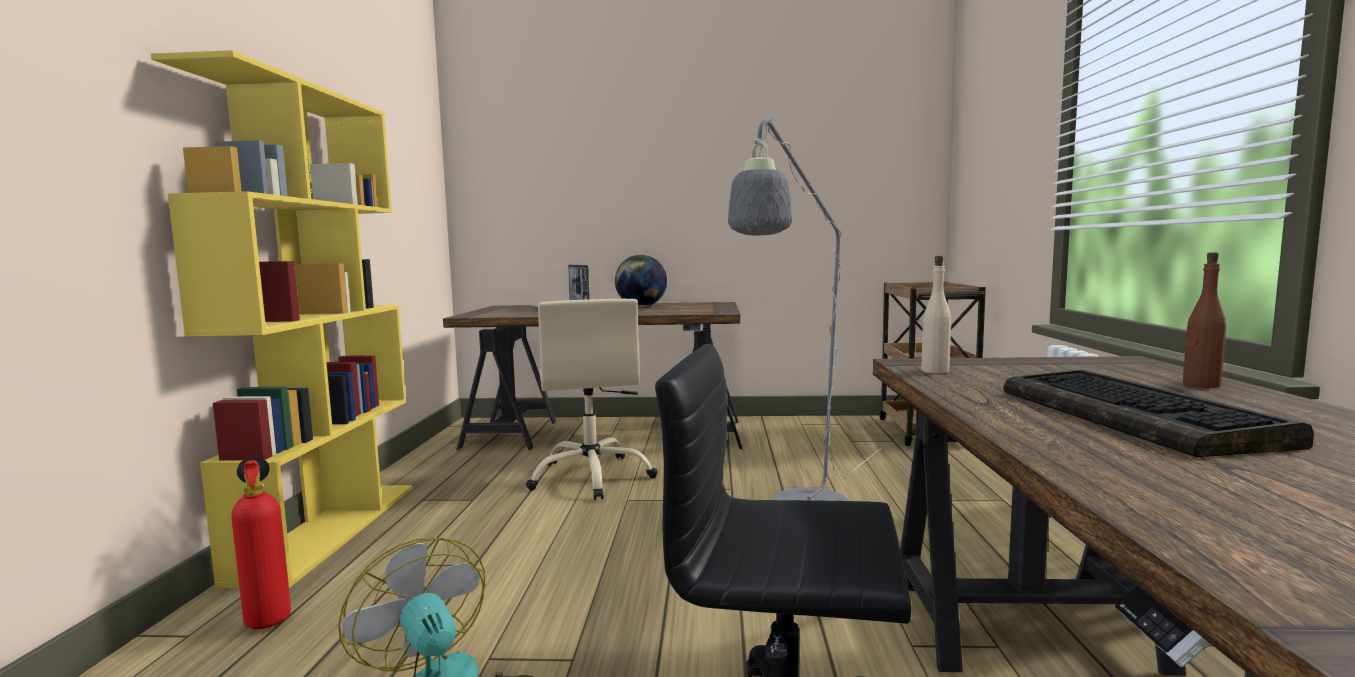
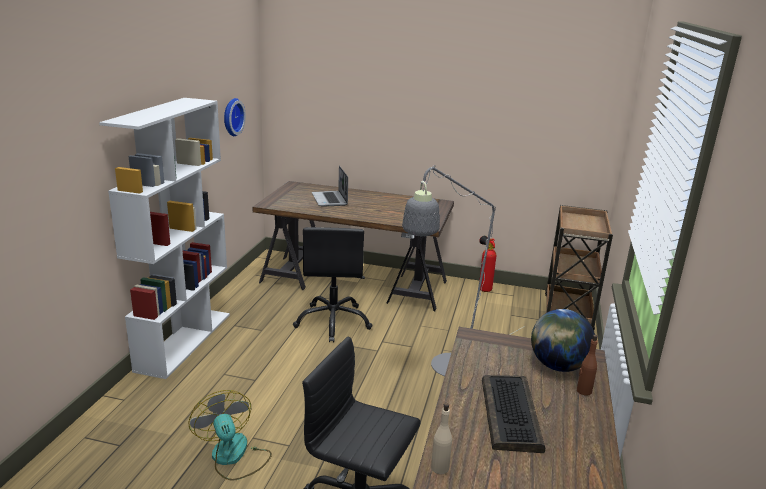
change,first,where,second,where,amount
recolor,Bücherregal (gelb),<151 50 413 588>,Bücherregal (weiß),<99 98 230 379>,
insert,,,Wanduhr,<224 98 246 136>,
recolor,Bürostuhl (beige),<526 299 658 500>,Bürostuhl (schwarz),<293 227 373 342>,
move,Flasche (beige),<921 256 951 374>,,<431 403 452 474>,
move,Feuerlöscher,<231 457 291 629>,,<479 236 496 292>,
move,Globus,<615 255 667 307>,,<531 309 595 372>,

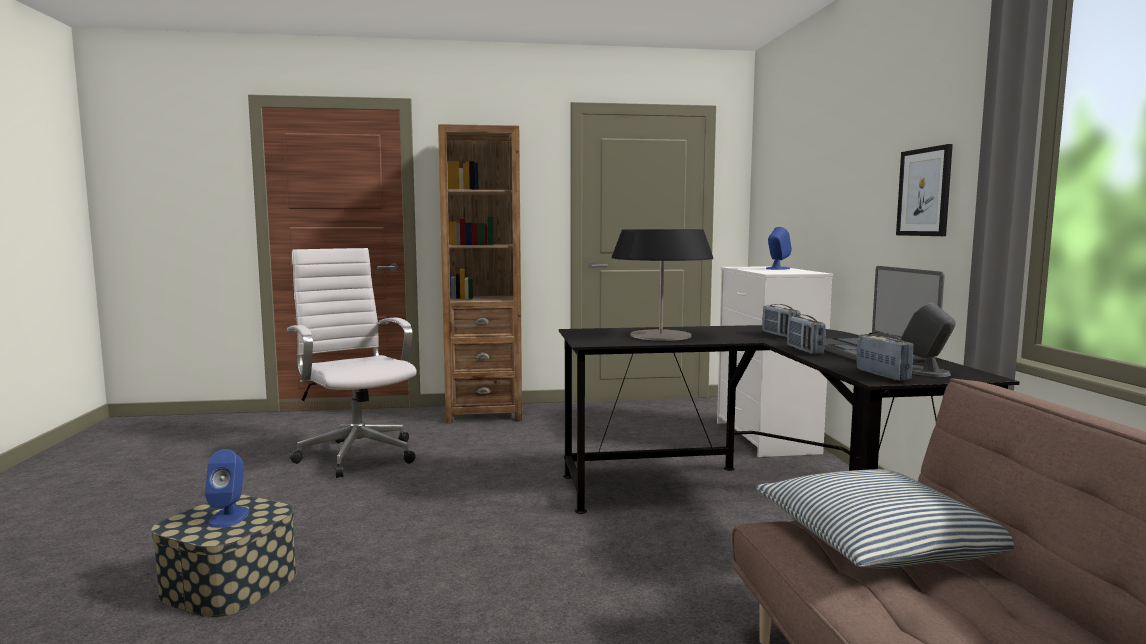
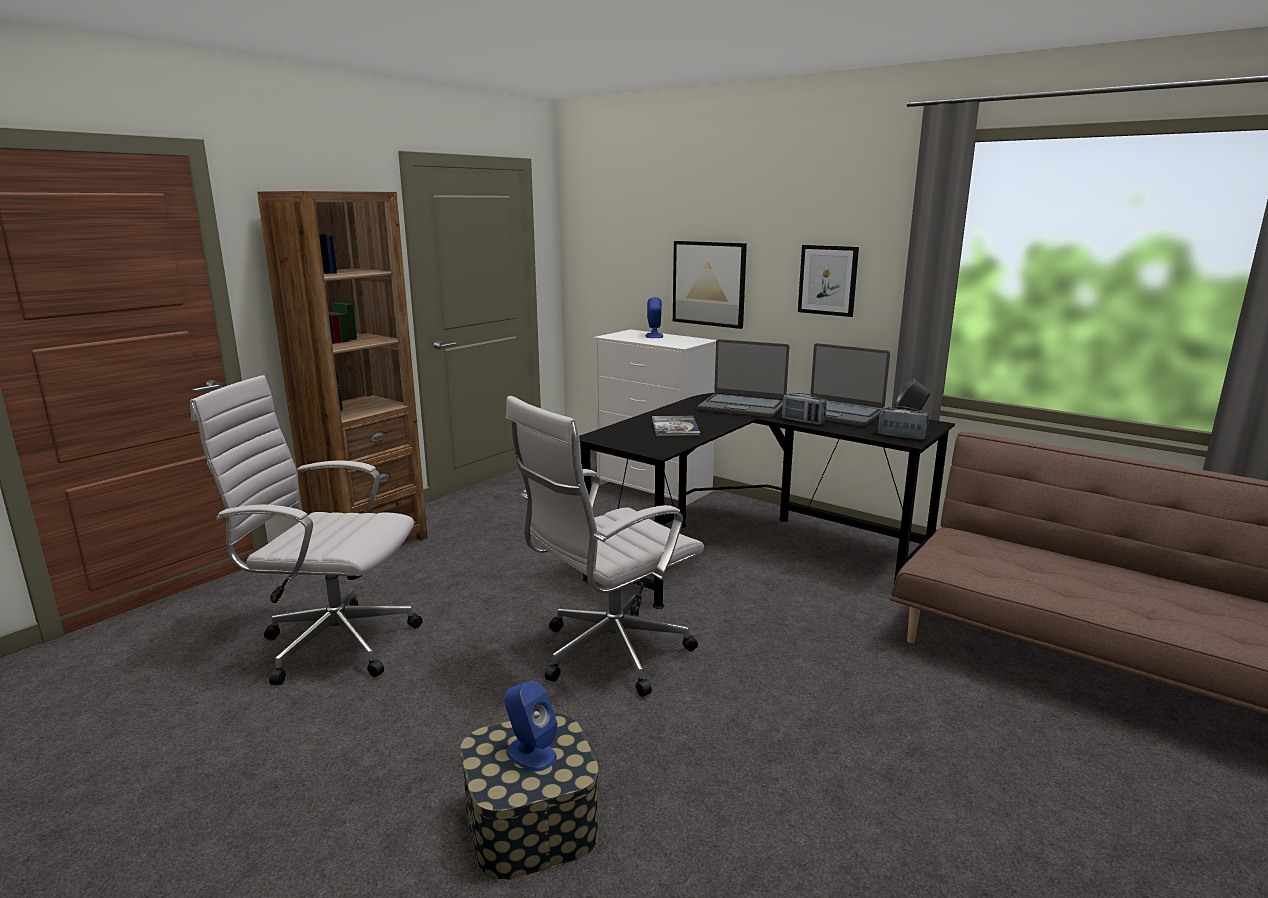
change,first,where,second,where,amount
insert,,,Bürostuhl (weiß),<506 396 704 697>,
replace,Tischlampe,<612 229 713 341>,Buch,<652 416 700 436>,
insert,,,Bild,<673 241 747 329>,
replace,Radio,<762 304 801 337>,Laptop,<698 339 789 418>,
delete,Kissen,<756 469 1014 569>,,,

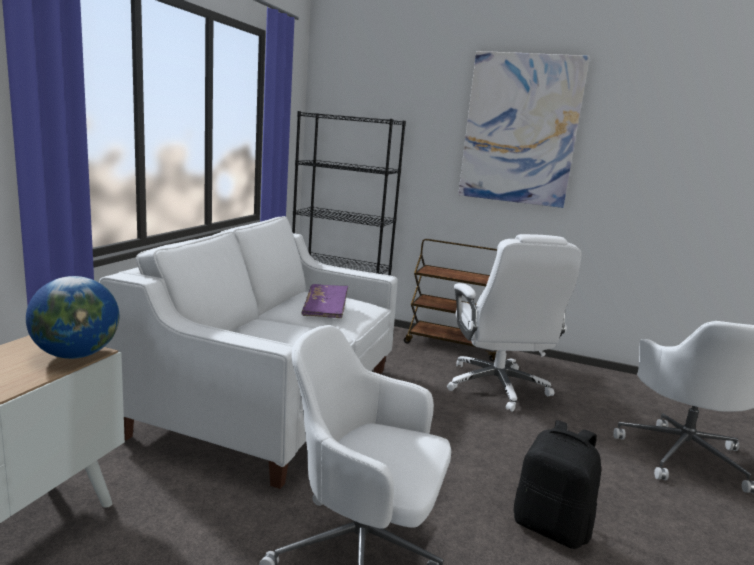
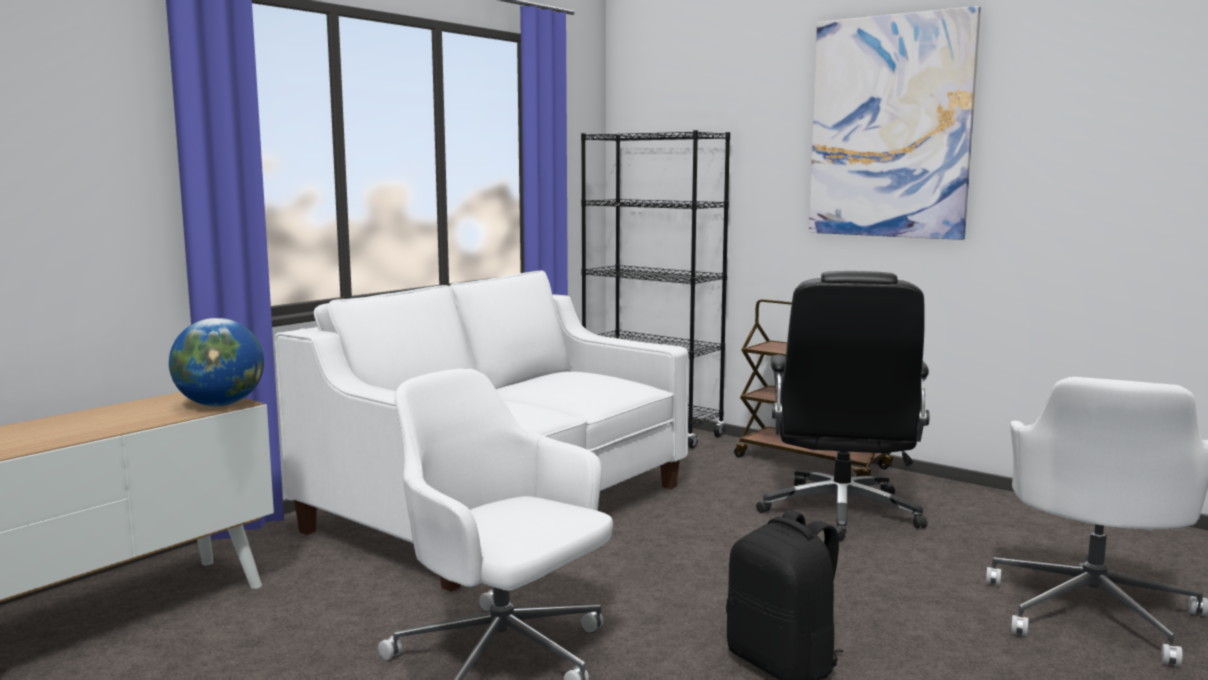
change,first,where,second,where,amount
recolor,Bürostuhl (weiß),<447 234 582 412>,Bürostuhl (schwarz),<756 271 929 542>,
delete,Buch (lila),<302 284 348 318>,,,

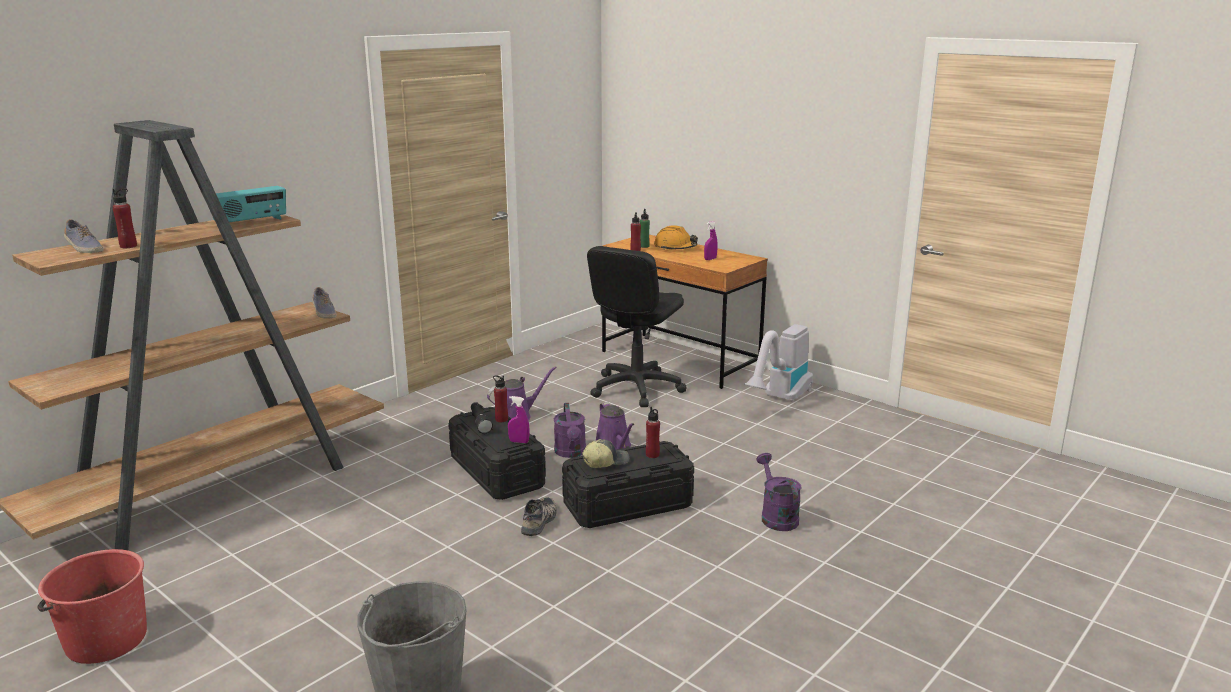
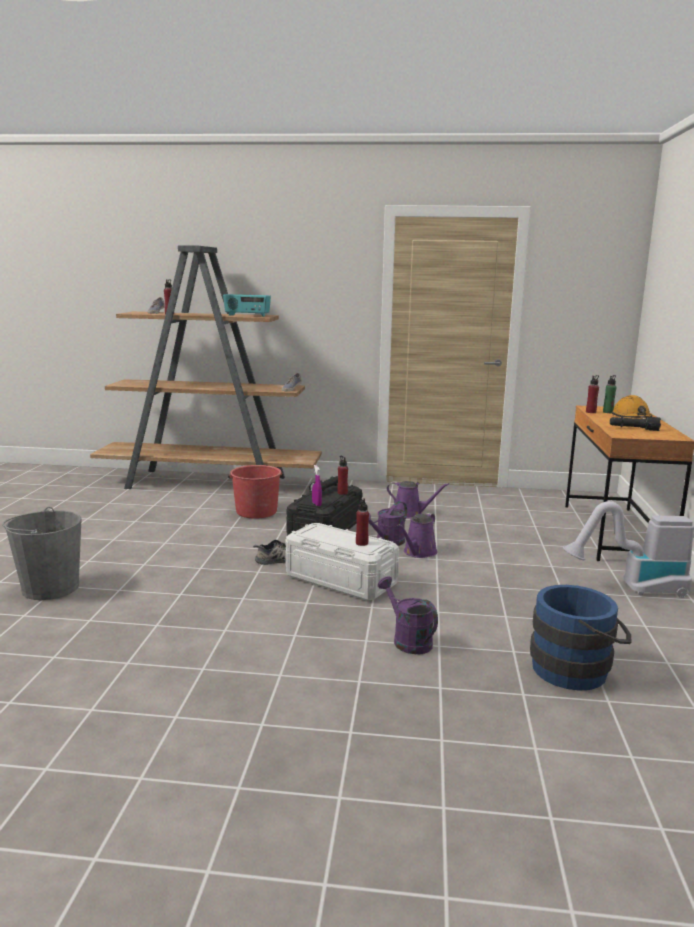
change,first,where,second,where,amount
move,Eimer (rot),<37 549 147 664>,,<228 465 283 519>,
recolor,Aufbewahrungsbox (schwarz),<562 441 694 528>,Aufbewahrungsbox (weiß),<285 523 399 600>,
rotate,Gießkanne (lila),<756 453 802 531>,,<378 576 438 654>,75 degrees counterclockwise
insert,,,Eimer (blau),<530 585 631 691>,
replace,Sprühflasche (lila),<704 221 718 260>,Taschenlampe (schwarz),<610 417 661 431>,
delete,Kappe,<582 439 629 468>,,,
delete,Bürostuhl (schwarz),<587 246 687 407>,,,

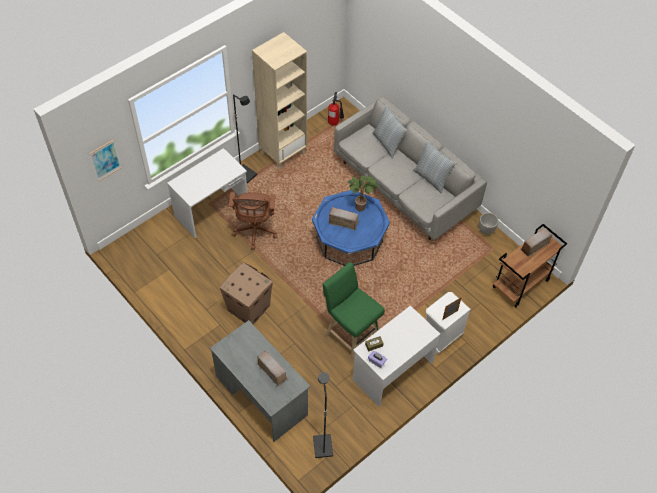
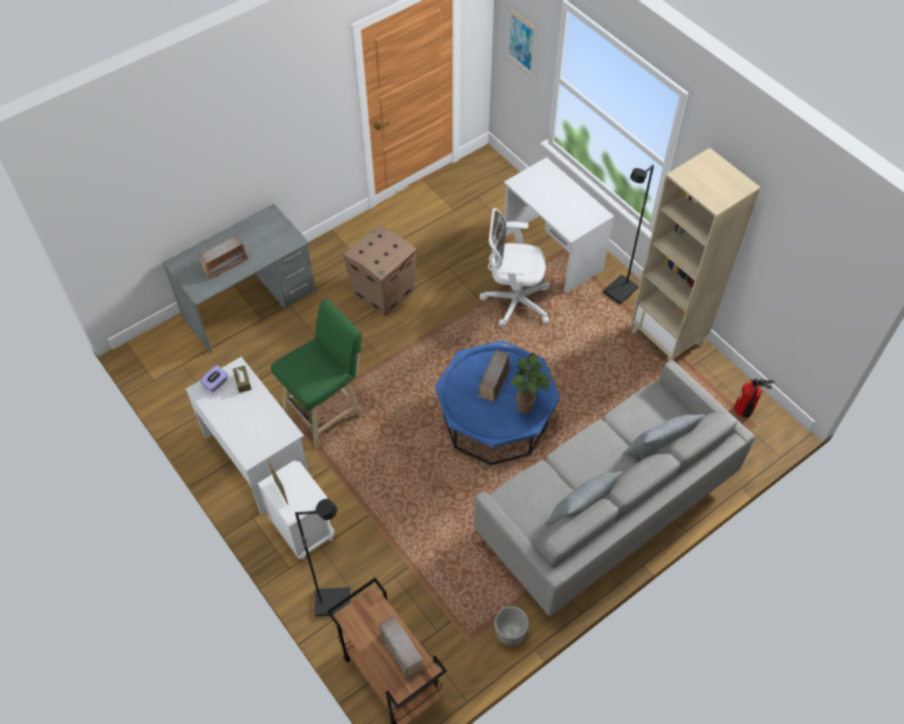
change,first,where,second,where,amount
move,Stehlampe (schwarz),<313 372 333 458>,,<295 499 350 617>,
recolor,Bürostuhl (braun),<229 192 278 250>,Bürostuhl (weiß),<480 208 550 327>,

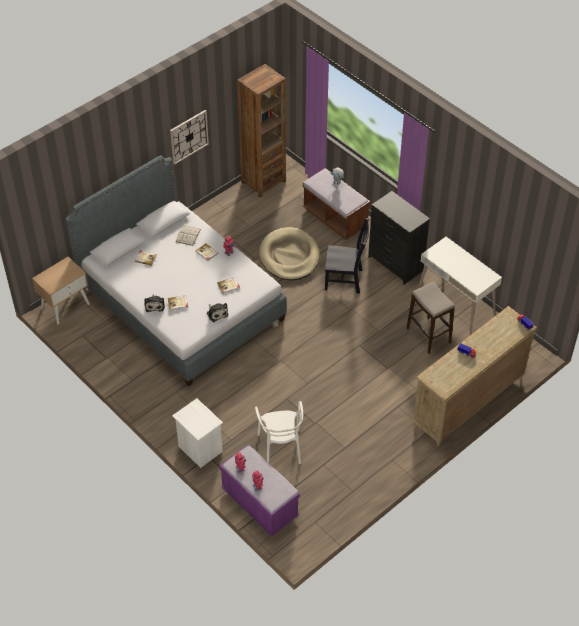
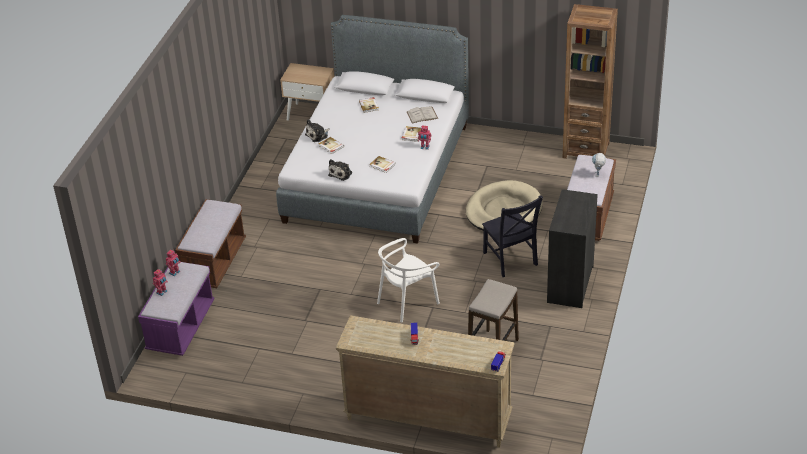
change,first,where,second,where,amount
replace,Nachttisch (weiß),<172 398 223 468>,Bank (braun),<175 199 246 288>,
move,Stuhl (weiß),<255 401 303 464>,,<377 238 440 323>,
delete,Wanduhr,<170 110 209 165>,,,
delete,Schreibtisch (weiß),<418 237 502 332>,,,

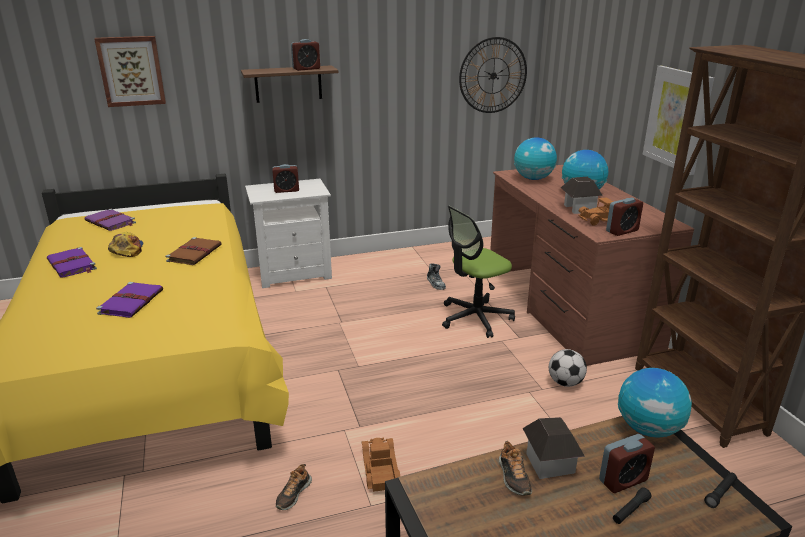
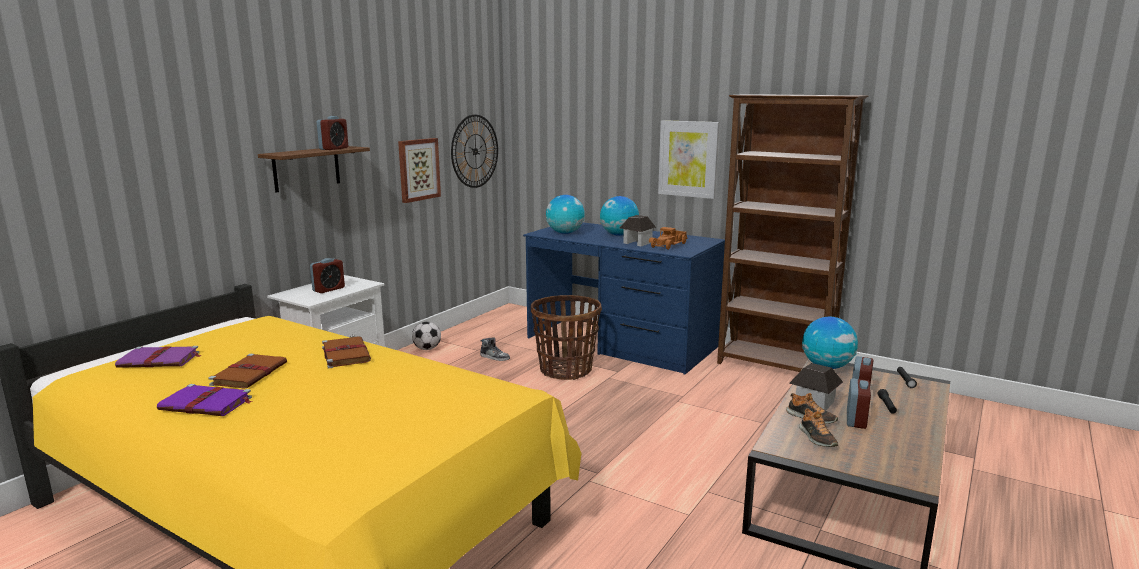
change,first,where,second,where,amount
replace,Kappe,<108 232 143 257>,Buch (braun),<208 354 287 389>,
move,Bild,<94 36 166 107>,,<398 138 441 203>,
move,Fußball,<549 349 587 387>,,<412 322 441 350>,
recolor,Schreibtisch (braun),<490 165 694 366>,Schreibtisch (blau),<523 222 725 375>,
replace,Bürostuhl,<442 206 515 338>,Korb,<531 295 602 380>,
move,Schuh,<276 464 312 510>,,<799 408 838 447>,
move,Wecker,<606 198 643 236>,,<847 378 871 429>,
delete,Buch (lila),<96 282 163 318>,,,
delete,Spielzeuglaster,<362 438 401 492>,,,

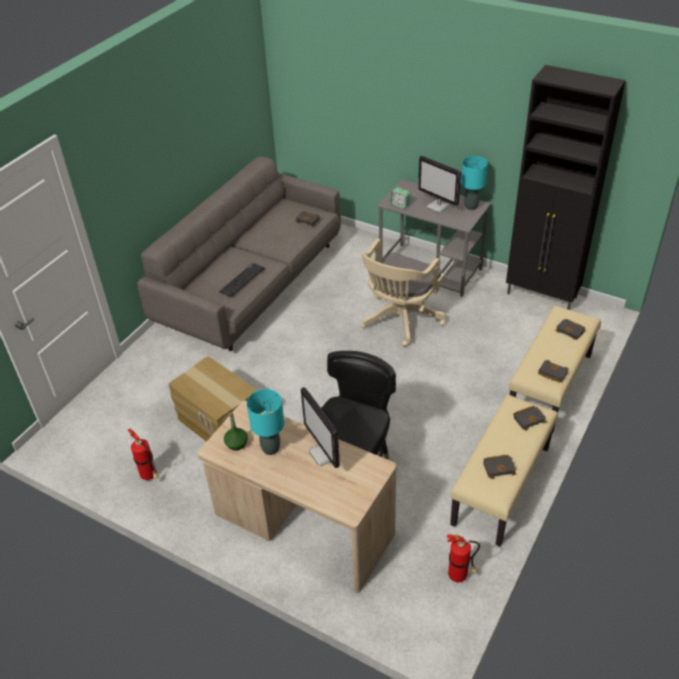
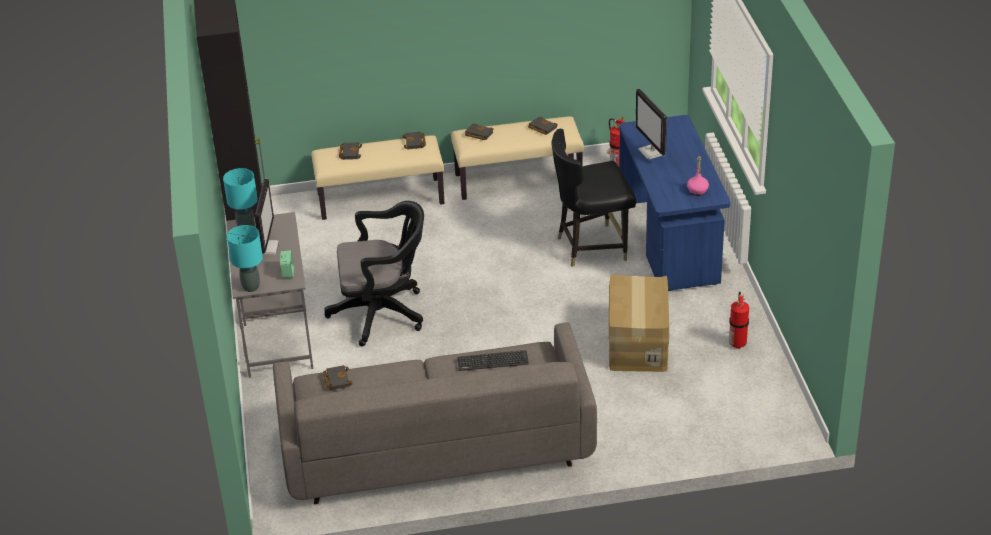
change,first,where,second,where,amount
move,Tischlampe (türkis),<247 389 284 455>,,<227 225 263 292>,
recolor,Bürostuhl (beige),<361 239 446 346>,Bürostuhl (schwarz),<324 201 424 346>,
recolor,Schreibtisch (beige),<197 401 396 593>,Schreibtisch (blau),<619 115 730 291>,
rotate,Monitor,<301 387 340 468>,,<636 89 667 159>,135 degrees clockwise
recolor,Flasche (grün),<224 412 248 450>,Flasche (rosa),<687 156 709 196>,

